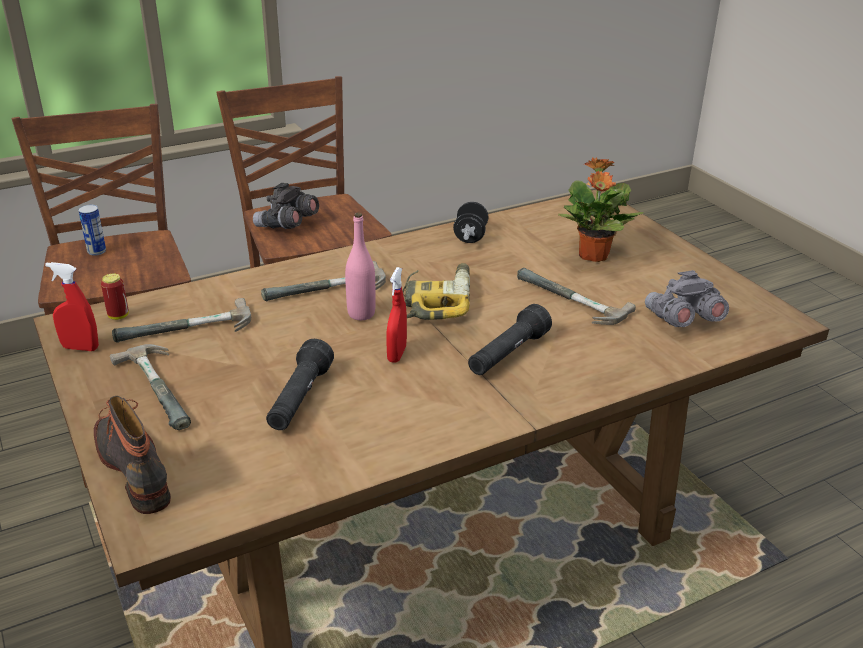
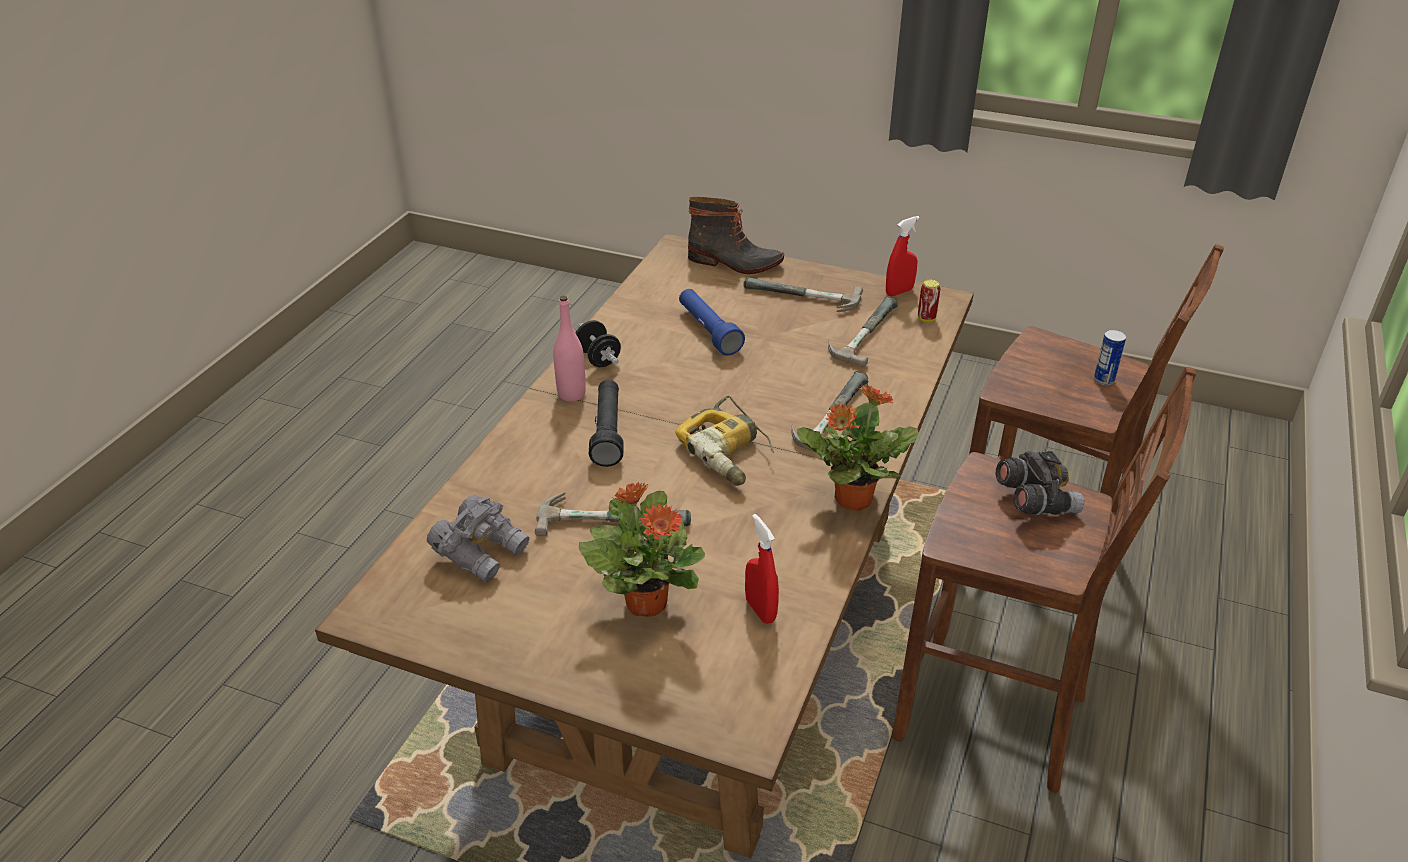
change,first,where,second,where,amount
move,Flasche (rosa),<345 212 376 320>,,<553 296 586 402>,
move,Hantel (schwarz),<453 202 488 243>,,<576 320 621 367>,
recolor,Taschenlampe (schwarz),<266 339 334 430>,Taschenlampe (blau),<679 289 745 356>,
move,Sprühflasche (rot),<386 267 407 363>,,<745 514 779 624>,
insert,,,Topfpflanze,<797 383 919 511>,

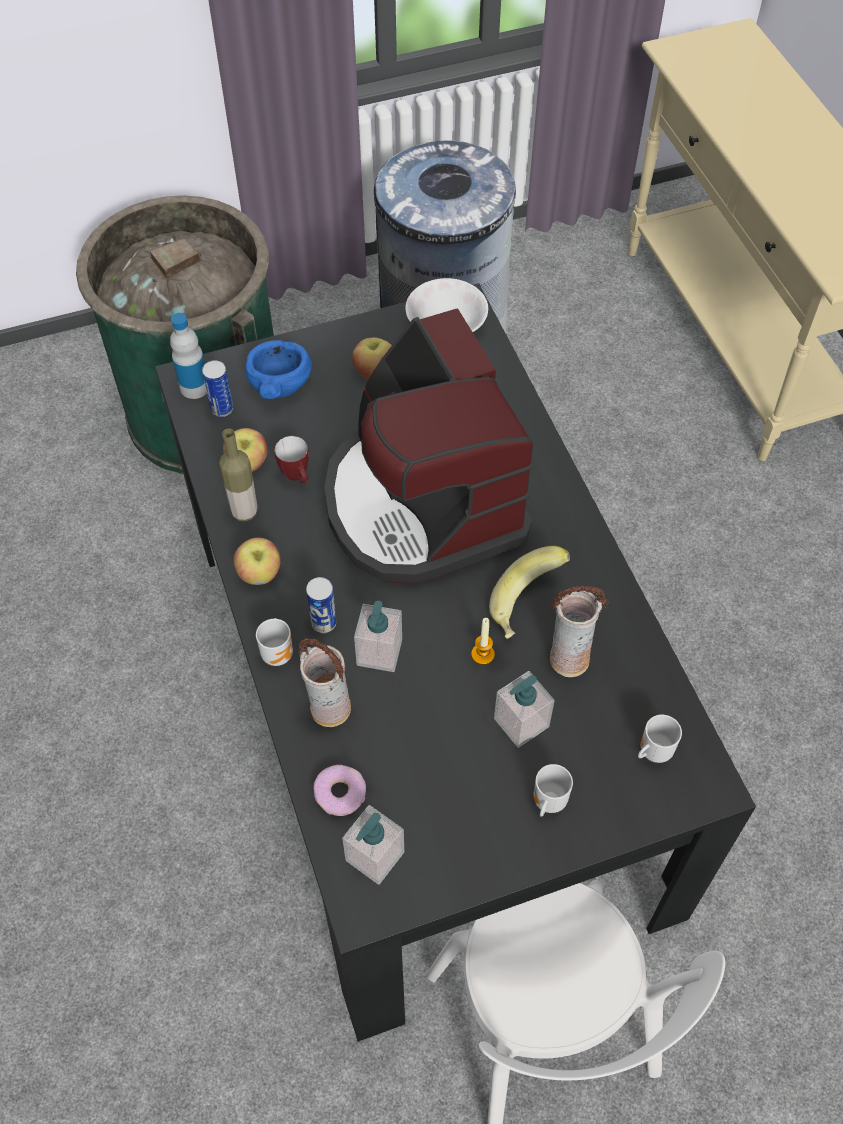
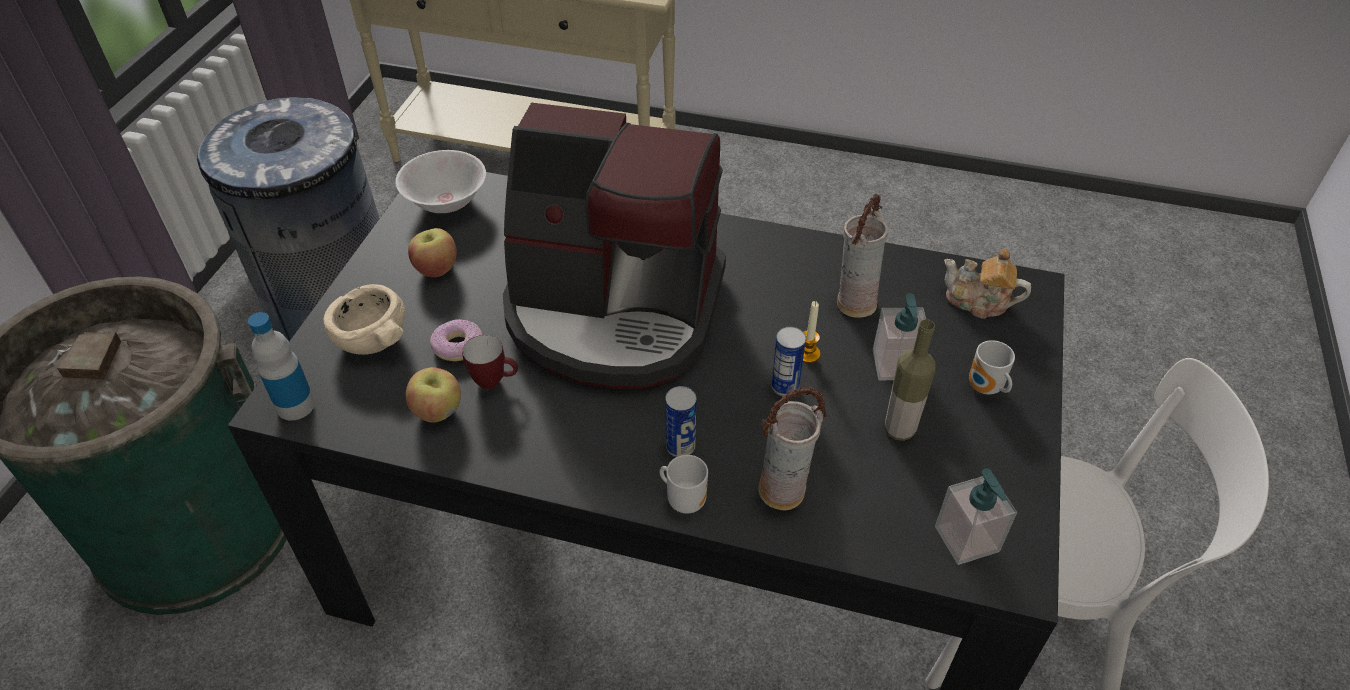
change,first,where,second,where,amount
recolor,Schüssel (blau),<245 340 312 399>,Schüssel (beige),<323 284 405 355>,
move,Donut,<313 765 366 816>,,<430 319 483 361>,
move,Dose,<202 361 233 417>,,<771 327 806 396>,
move,Flasche,<219 429 258 521>,,<885 319 936 441>,
replace,Henkelbecher,<638 715 682 763>,Teekanne,<944 248 1031 319>,
delete,Apfel,<233 538 281 585>,,,
delete,Seifenspender,<354 601 402 672>,,,
delete,Banane,<489 546 570 639>,,,

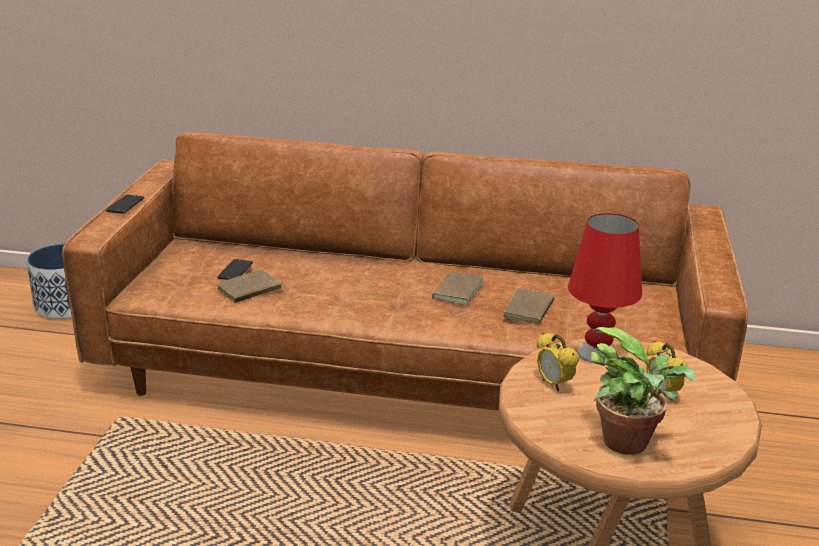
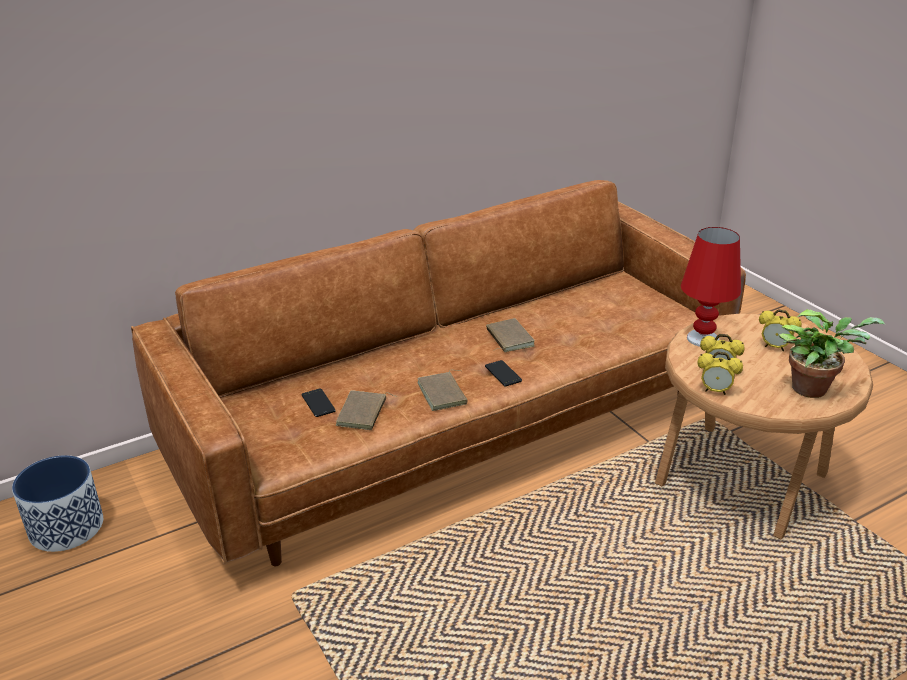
change,first,where,second,where,amount
move,Buch (braun),<502 288 566 325>,,<417 370 468 411>,
move,Handy,<106 195 144 214>,,<485 360 522 387>,
insert,,,Wecker,<697 352 743 395>,

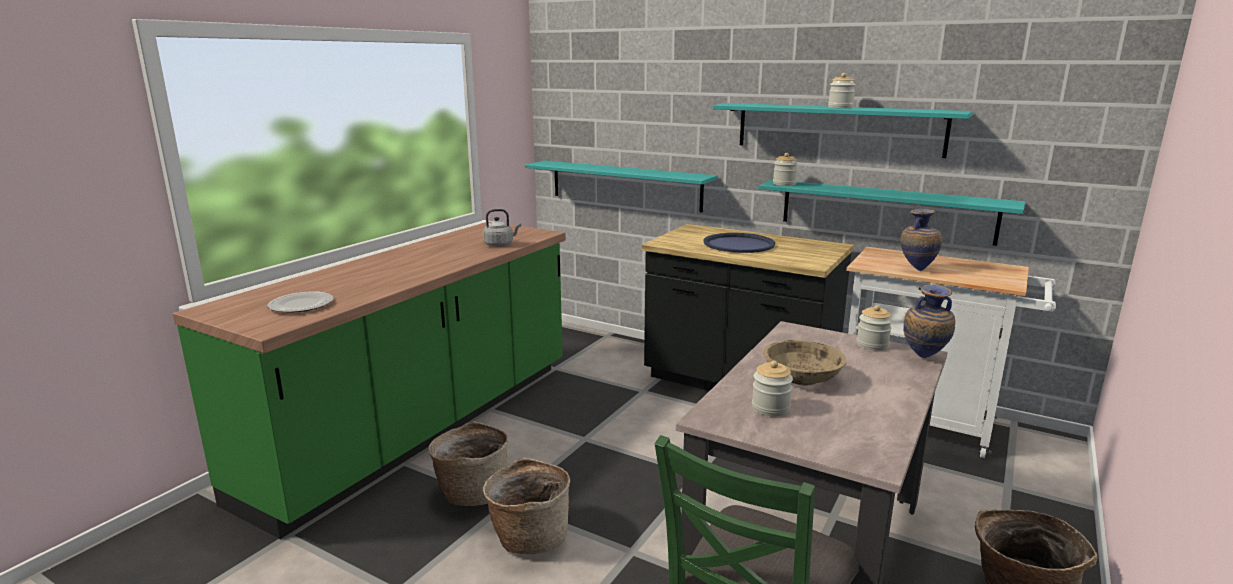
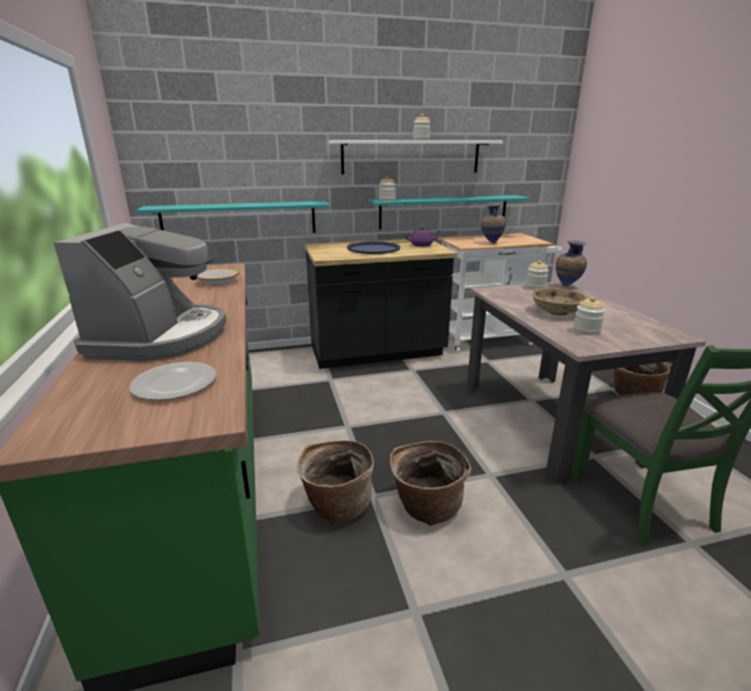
change,first,where,second,where,amount
insert,,,Kaffeemaschine,<54 223 226 361>,
replace,Wasserkessel (grau),<483 209 521 247>,Schüssel,<197 268 240 285>,
recolor,Wandregal (türkis),<713 103 973 158>,Wandregal (weiß),<329 140 503 175>,
insert,,,Teekanne (lila),<405 227 440 247>,

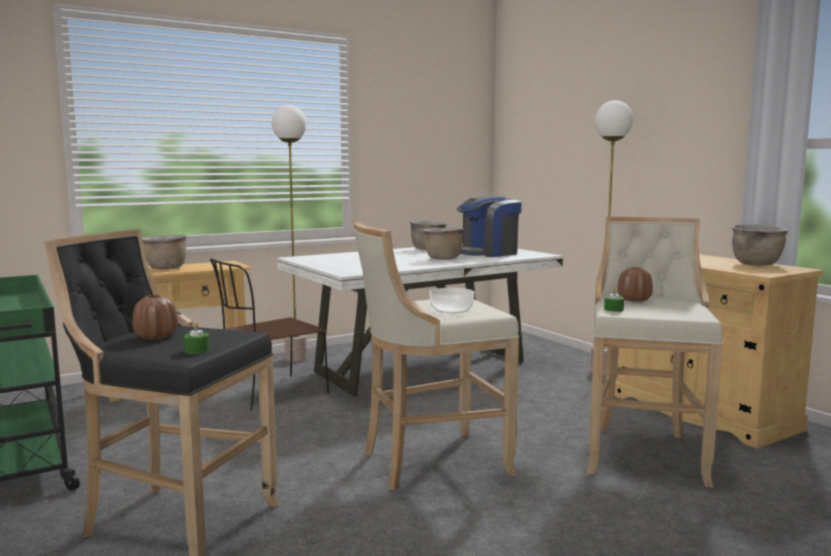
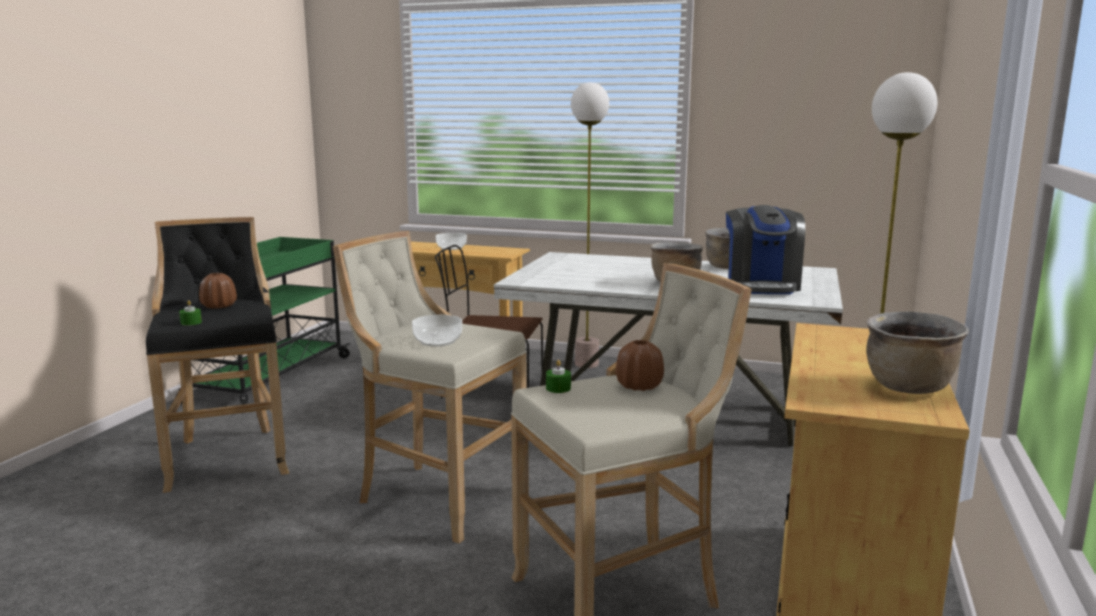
change,first,where,second,where,amount
replace,Kochtopf (braun),<142 235 187 269>,Schüssel,<436 233 467 250>,
rotate,Kaffeemaschine,<457 195 522 257>,,<726 205 805 294>,105 degrees counterclockwise

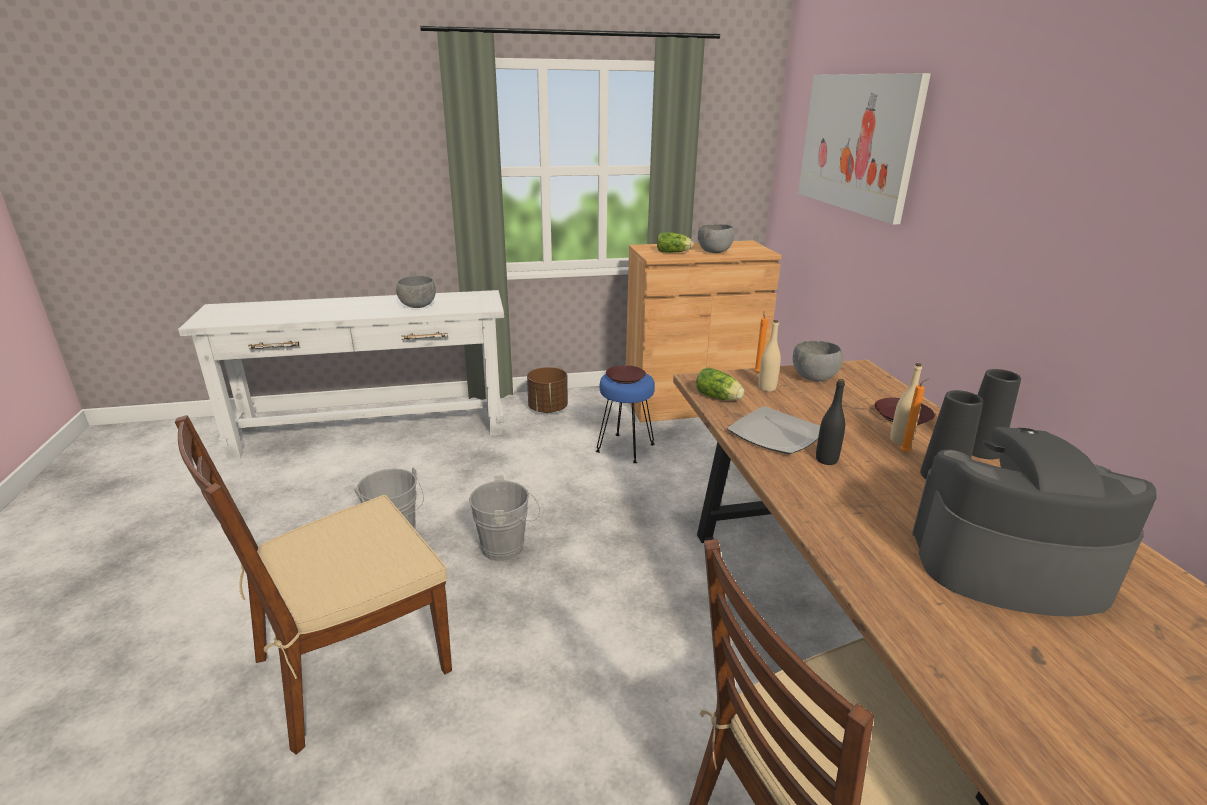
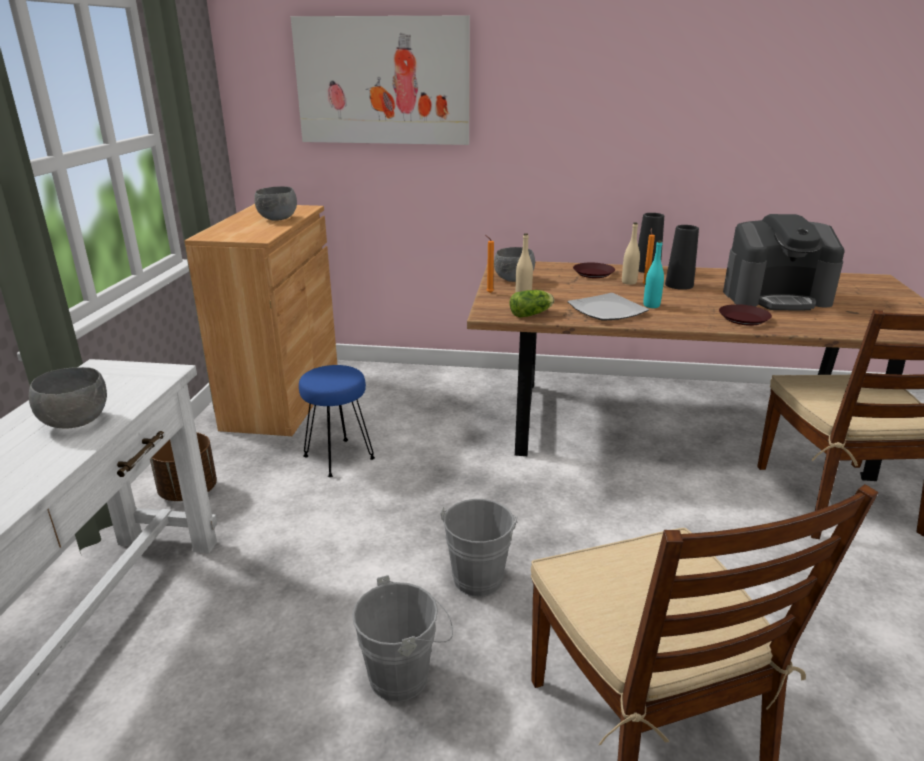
change,first,where,second,where,amount
recolor,Flasche (schwarz),<816 379 845 465>,Flasche (türkis),<644 241 664 308>,
move,Teller (braun),<606 365 646 384>,,<719 304 772 326>,
rotate,Kaffeemaschine,<912 427 1157 617>,,<723 214 845 310>,120 degrees counterclockwise
delete,Salatkopf,<657 232 693 253>,,,

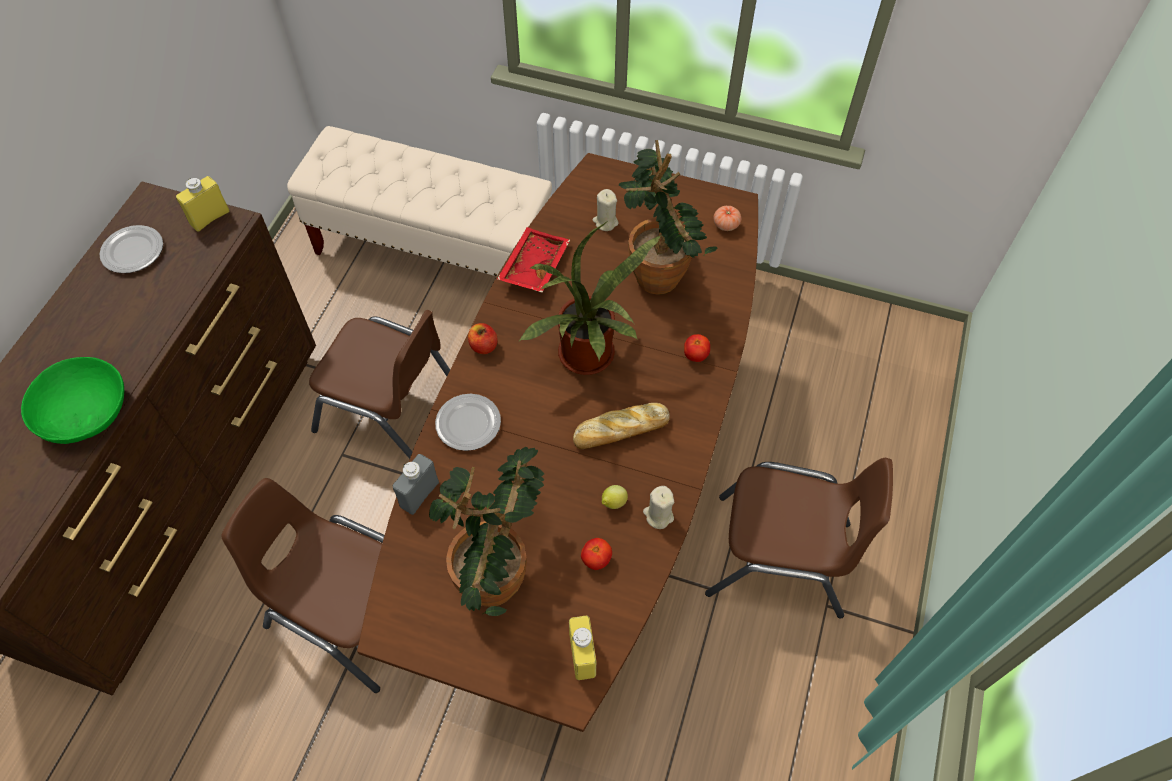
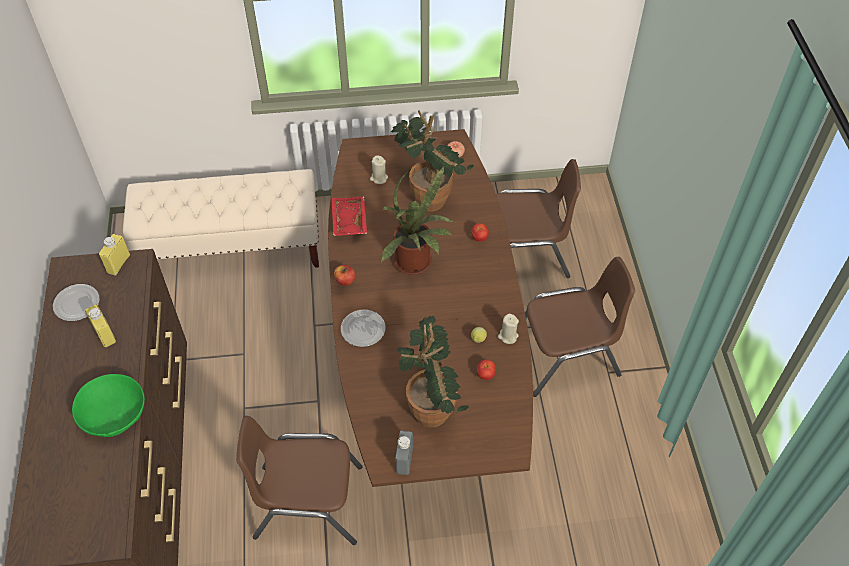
change,first,where,second,where,amount
move,Flasche (gelb),<569 616 596 680>,,<85 304 116 347>,
move,Flasche (grau),<393 454 439 515>,,<395 431 413 475>,
move,Stuhl (braun),<309 310 450 459>,,<496 159 581 278>,
delete,Brot,<573 403 670 449>,,,

